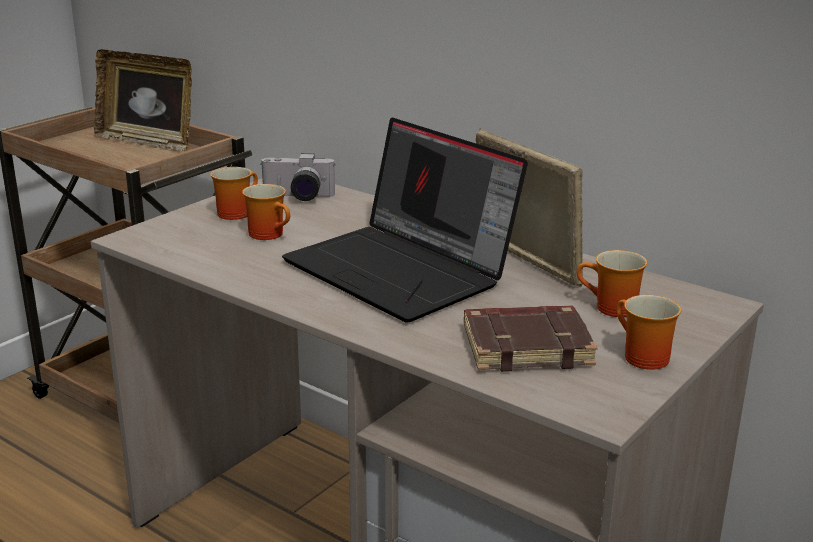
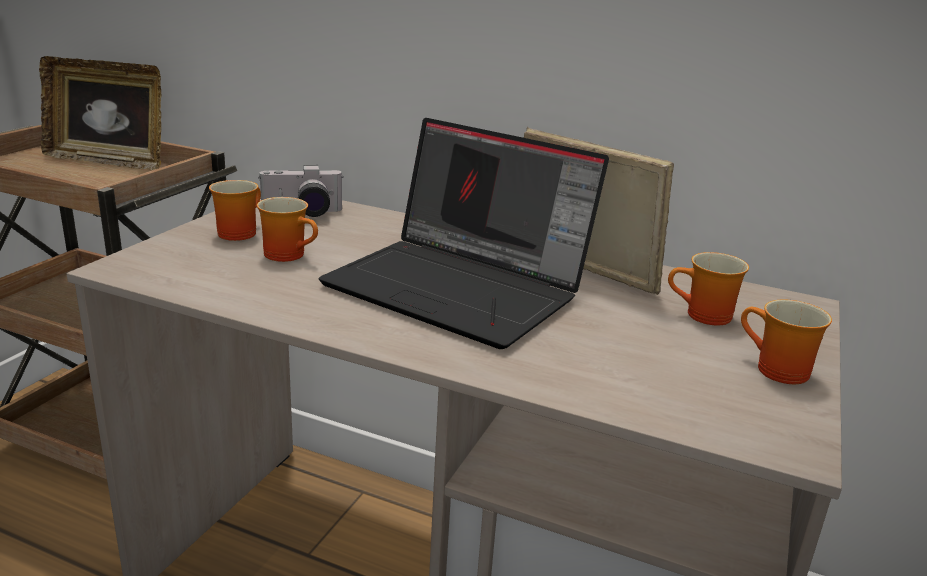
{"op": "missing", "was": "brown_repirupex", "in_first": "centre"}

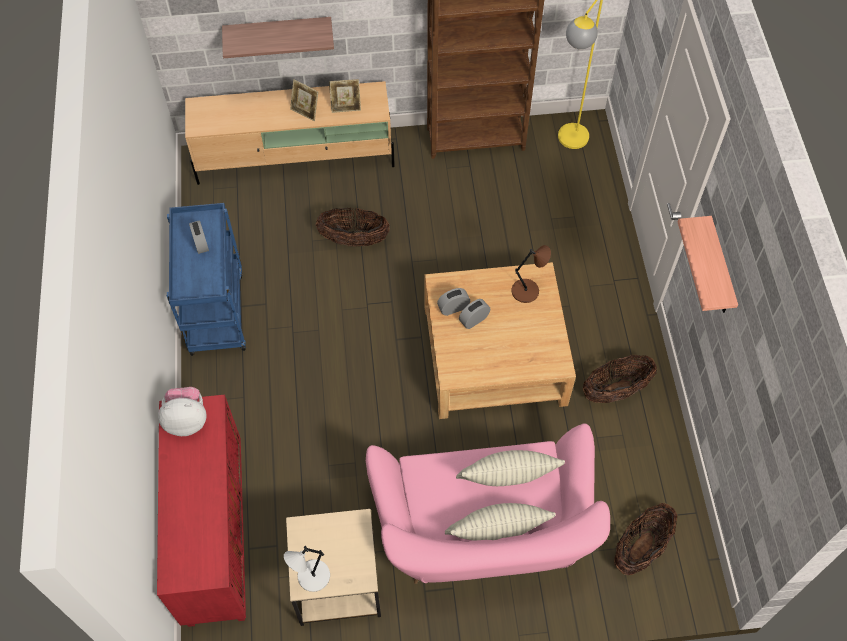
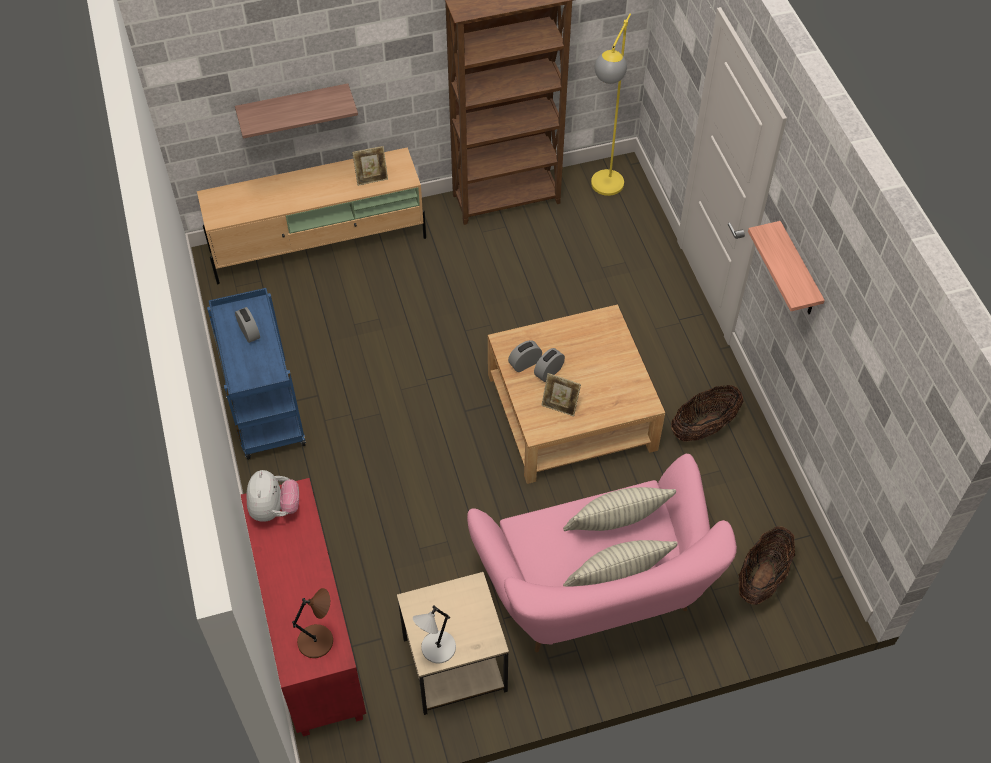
{"op": "spun", "was": "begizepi", "in_first": "middle left", "in_second": "middle left", "clockwise": 105}
{"op": "relocated", "was": "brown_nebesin", "in_first": "centre", "in_second": "bottom left"}
{"op": "relocated", "was": "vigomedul (no. 1 from left in the first image)", "now": "vigomedul (no. 2 from left)", "in_first": "top centre", "in_second": "centre"}
{"op": "missing", "was": "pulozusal (no. 1 from left)", "in_first": "centre"}

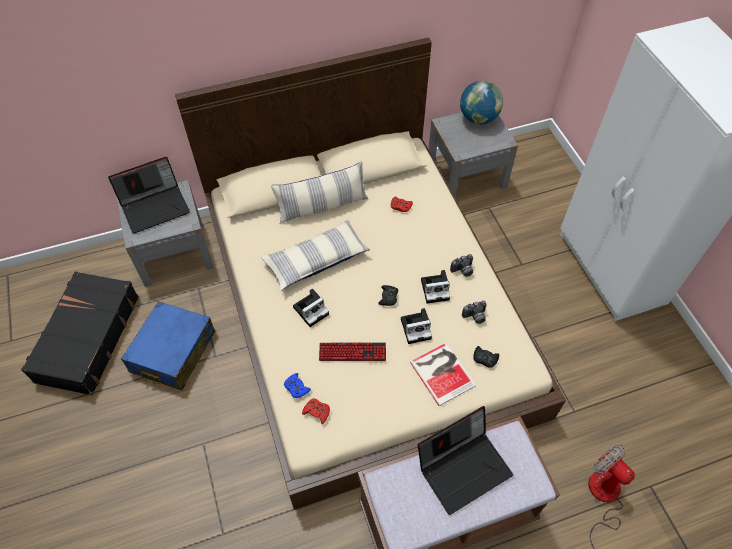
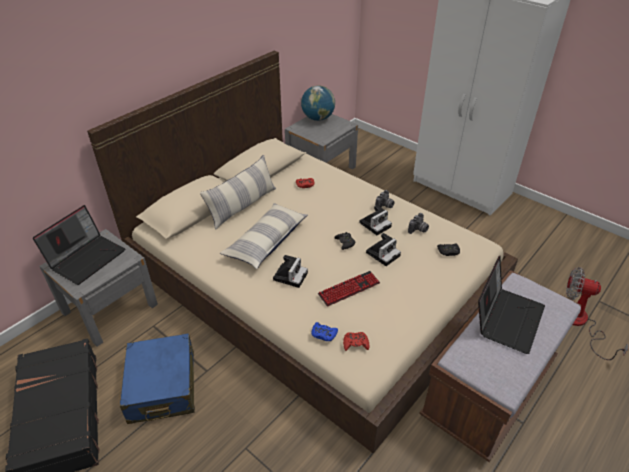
{"op": "missing", "was": "repirupex", "in_first": "bottom centre"}

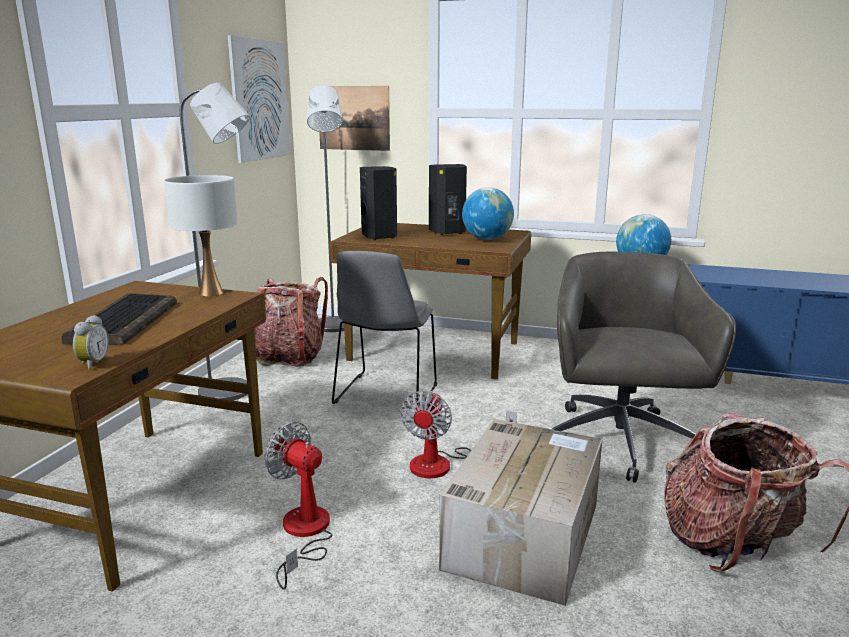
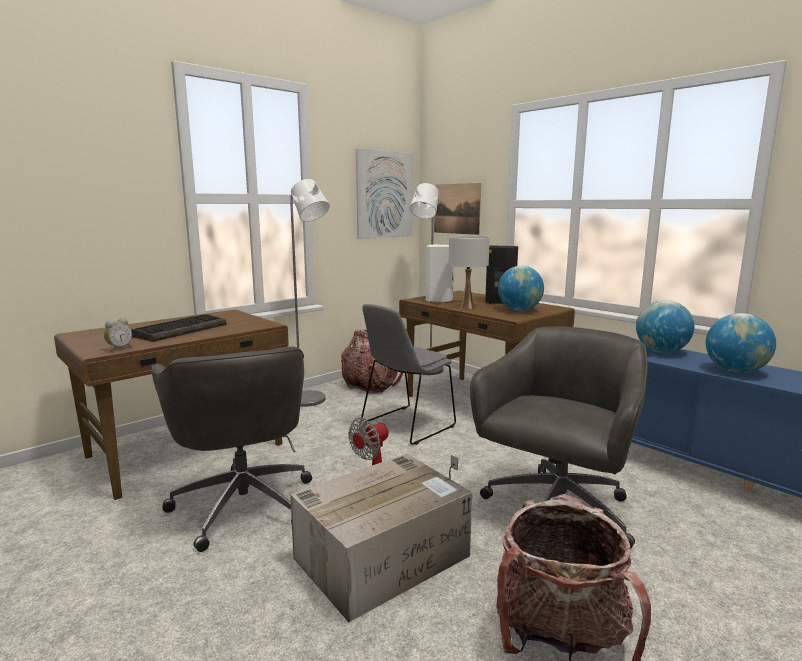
{"op": "exchanged", "was": "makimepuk (no. 1 from left)", "now": "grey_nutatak (no. 1 from left)", "in_first": "bottom centre", "in_second": "bottom left"}
{"op": "colour", "was": "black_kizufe (no. 1 from left)", "now": "white_kizufe", "in_first": "top centre", "in_second": "centre"}
{"op": "relocated", "was": "white_nebesin", "in_first": "middle left", "in_second": "centre"}
{"op": "appeared", "now": "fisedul (no. 3 from left)", "in_second": "middle right"}

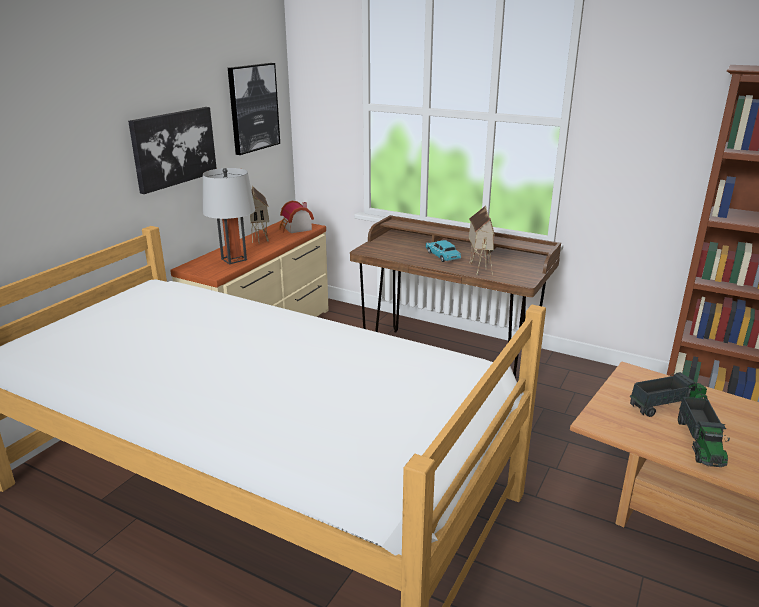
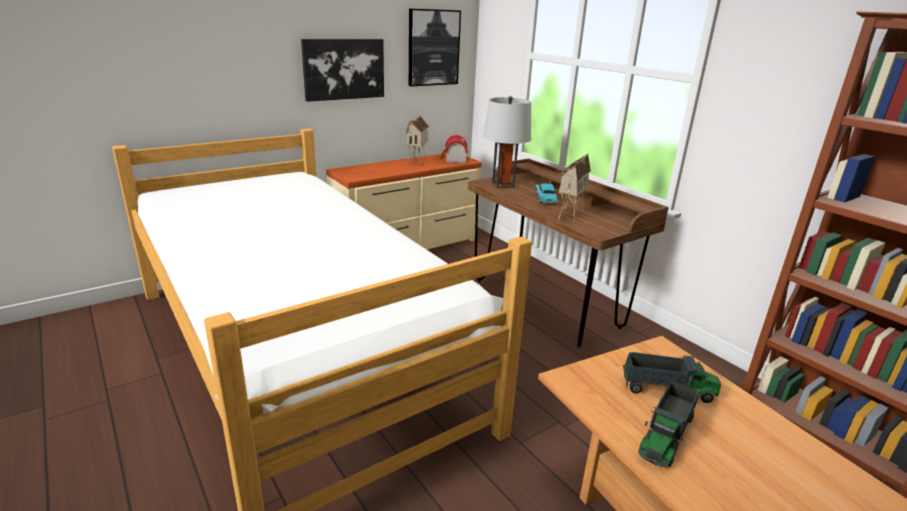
{"op": "relocated", "was": "grey_nebesin", "in_first": "middle left", "in_second": "top centre"}

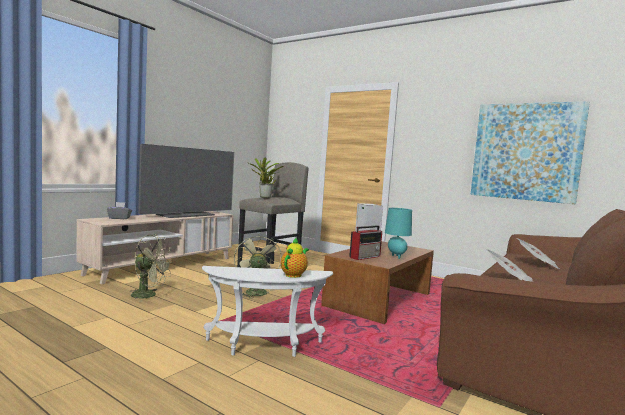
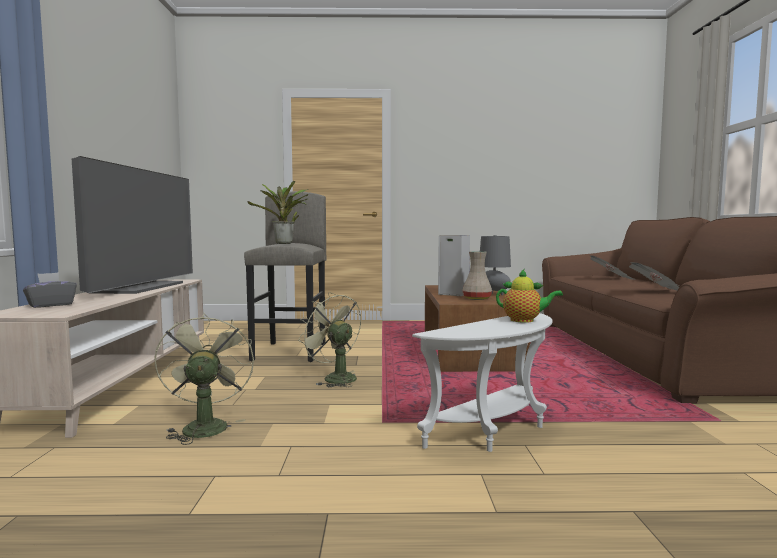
{"op": "spun", "was": "green_makimepuk (no. 1 from left)", "in_first": "middle left", "in_second": "bottom left", "clockwise": -75}
{"op": "exchanged", "was": "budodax", "now": "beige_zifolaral", "in_first": "centre", "in_second": "centre"}
{"op": "colour", "was": "turquoise_nebesin", "now": "grey_nebesin", "in_first": "centre", "in_second": "centre"}
{"op": "spun", "was": "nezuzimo", "in_first": "centre", "in_second": "middle right", "clockwise": 120}
{"op": "missing", "was": "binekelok", "in_first": "middle right"}

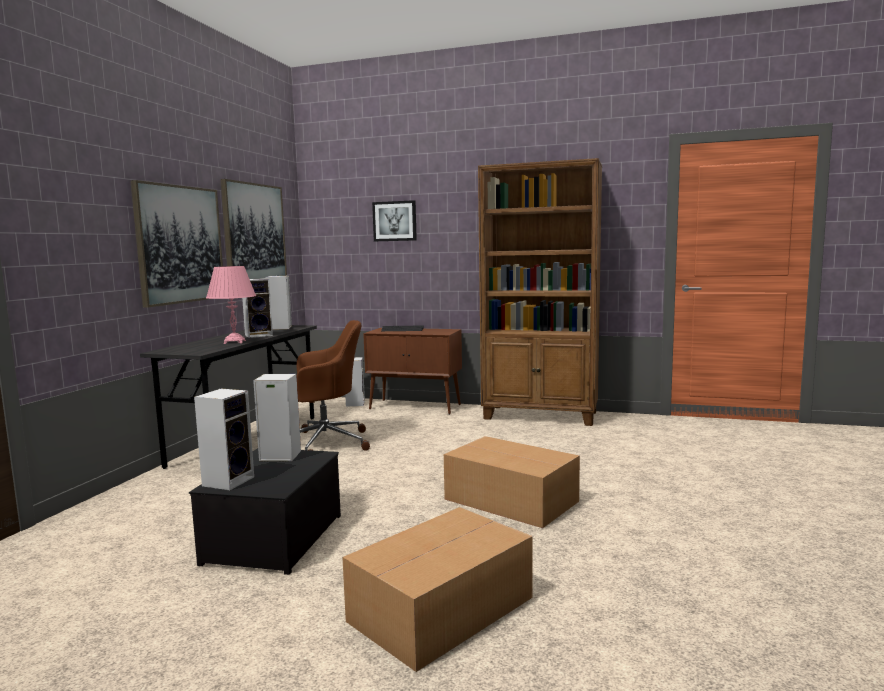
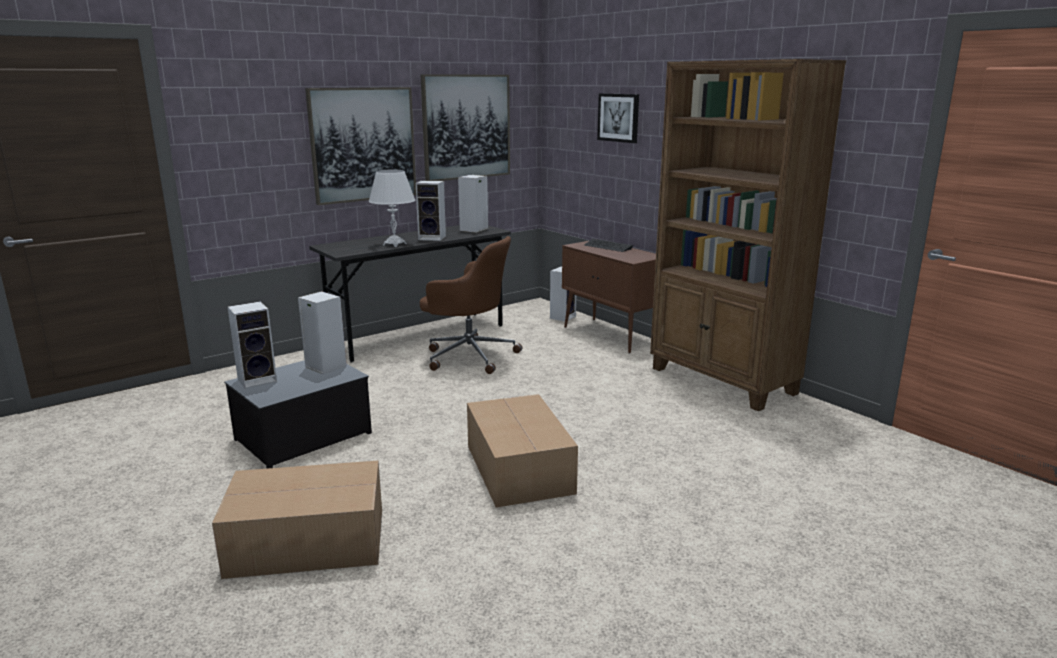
{"op": "colour", "was": "pink_nebesin", "now": "white_nebesin", "in_first": "middle left", "in_second": "top centre"}

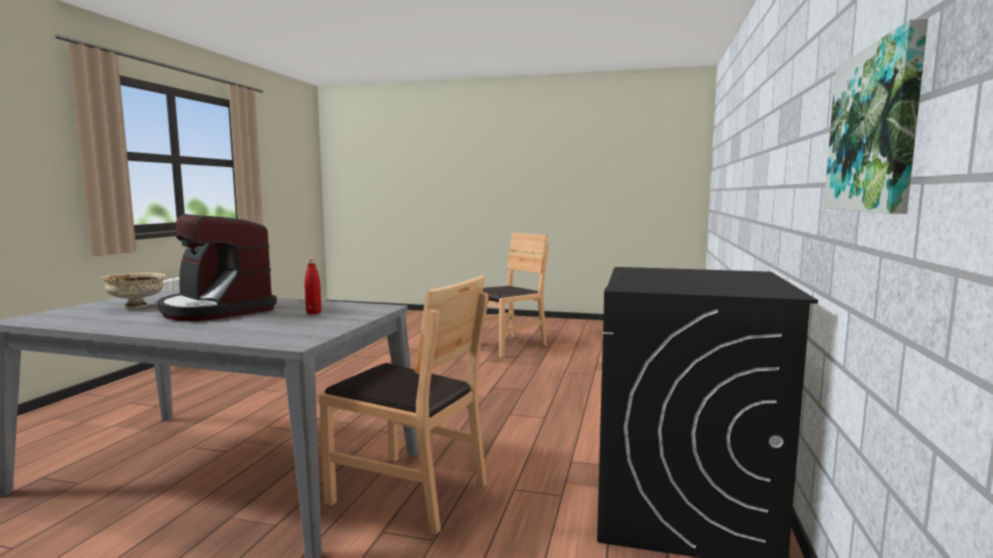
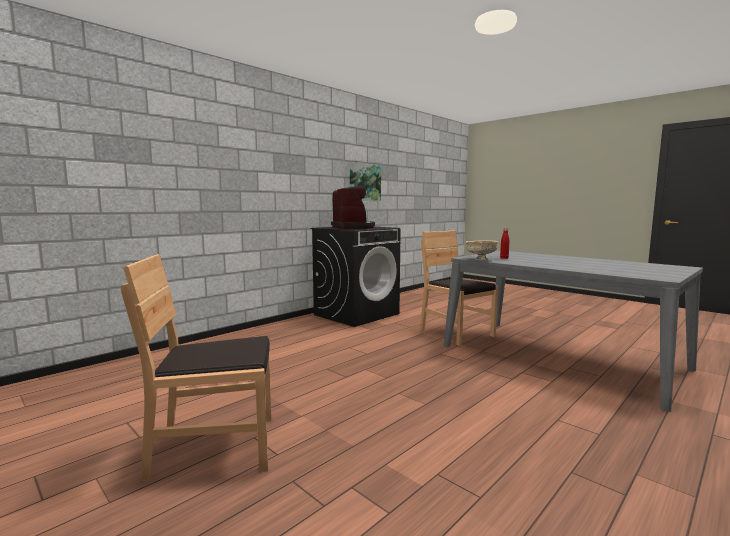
{"op": "relocated", "was": "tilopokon", "in_first": "middle left", "in_second": "centre"}
{"op": "relocated", "was": "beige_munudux", "in_first": "middle left", "in_second": "centre"}

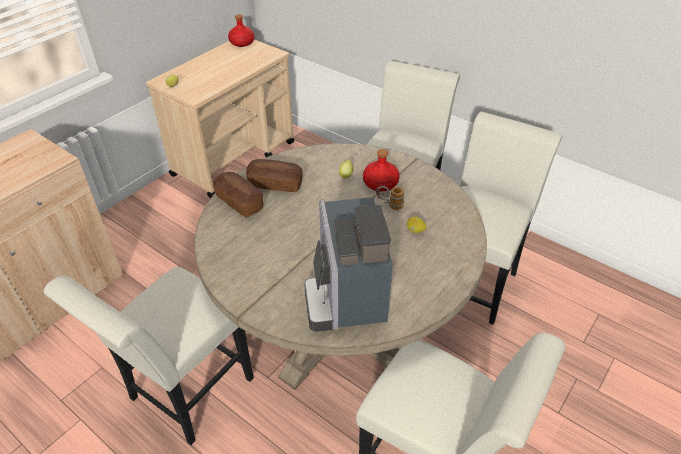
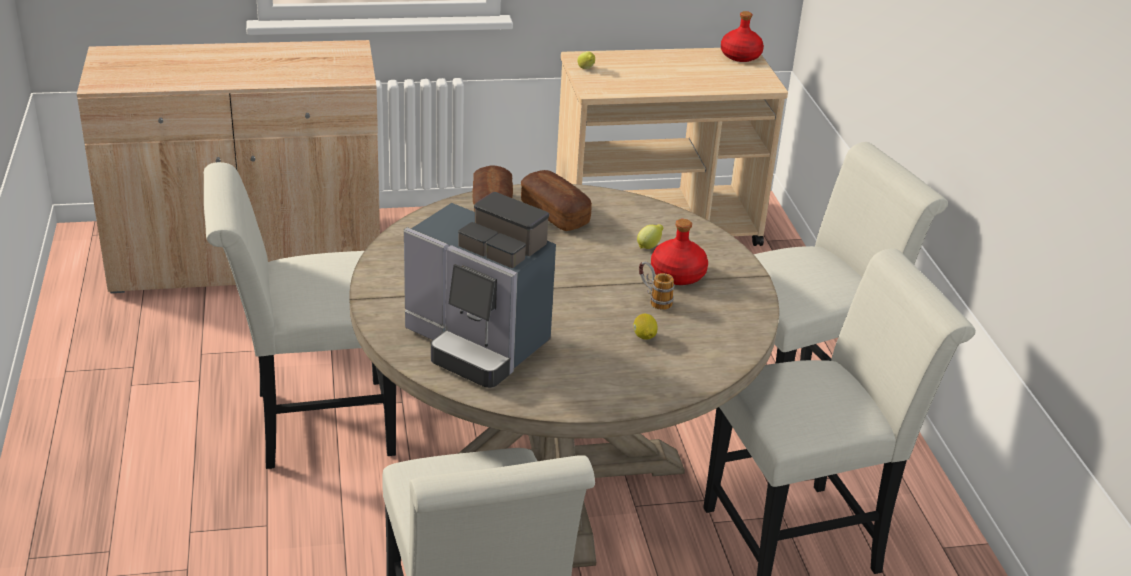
{"op": "spun", "was": "tilopokon", "in_first": "centre", "in_second": "centre", "clockwise": -90}

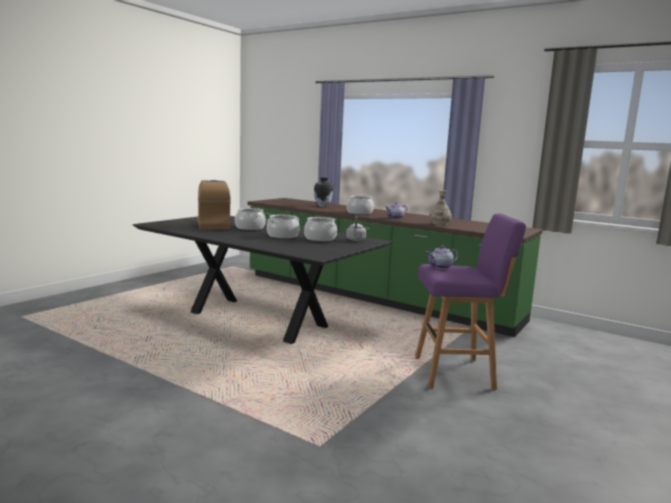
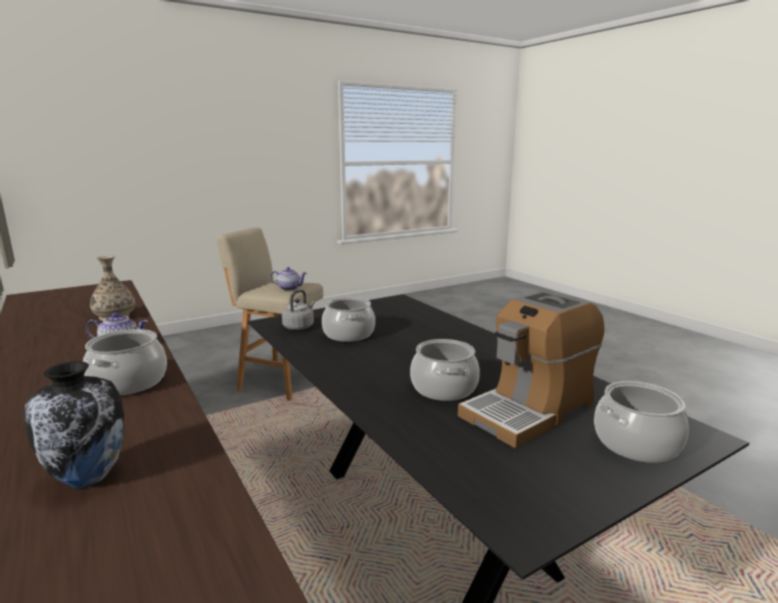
{"op": "colour", "was": "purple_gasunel", "now": "beige_gasunel", "in_first": "middle right", "in_second": "centre"}
{"op": "spun", "was": "tilopokon", "in_first": "middle left", "in_second": "middle right", "clockwise": 45}
{"op": "relocated", "was": "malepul (no. 2 from left in the first image)", "now": "malepul (no. 4 from left)", "in_first": "centre", "in_second": "bottom right"}

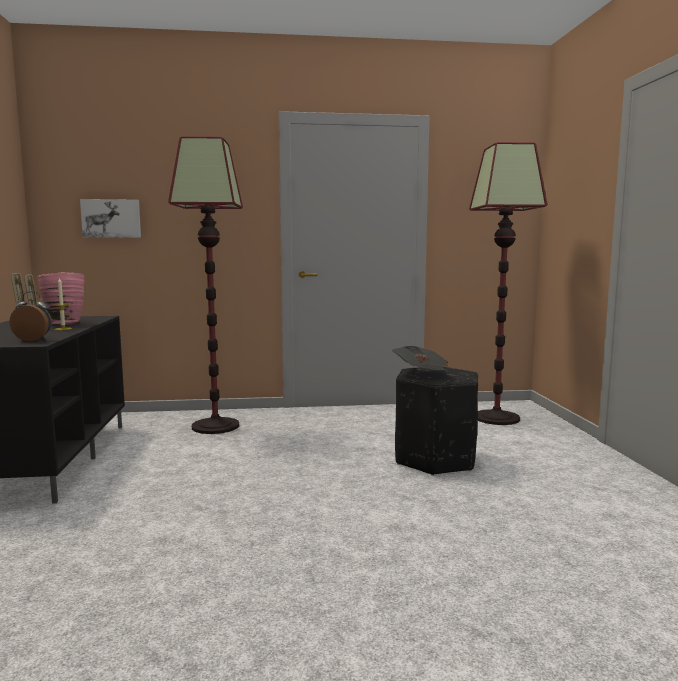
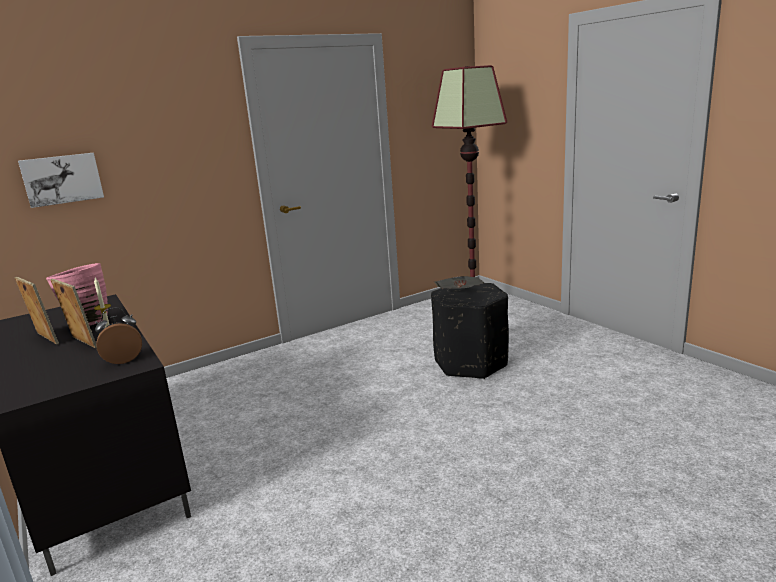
{"op": "missing", "was": "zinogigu (no. 1 from left)", "in_first": "middle left"}

